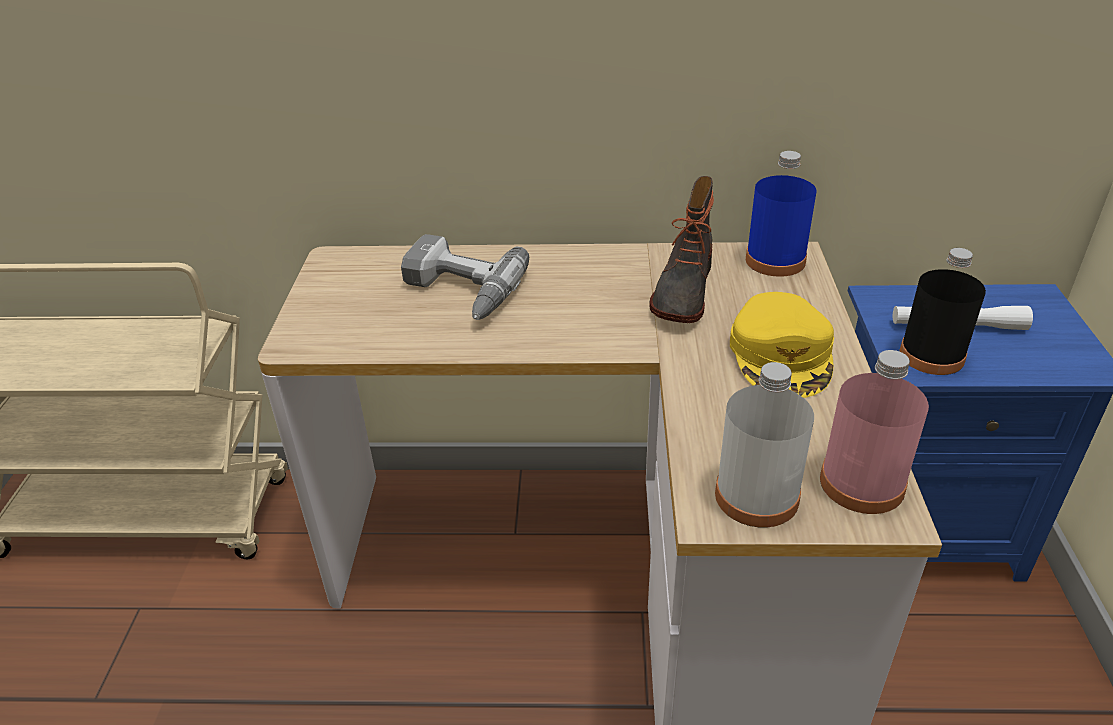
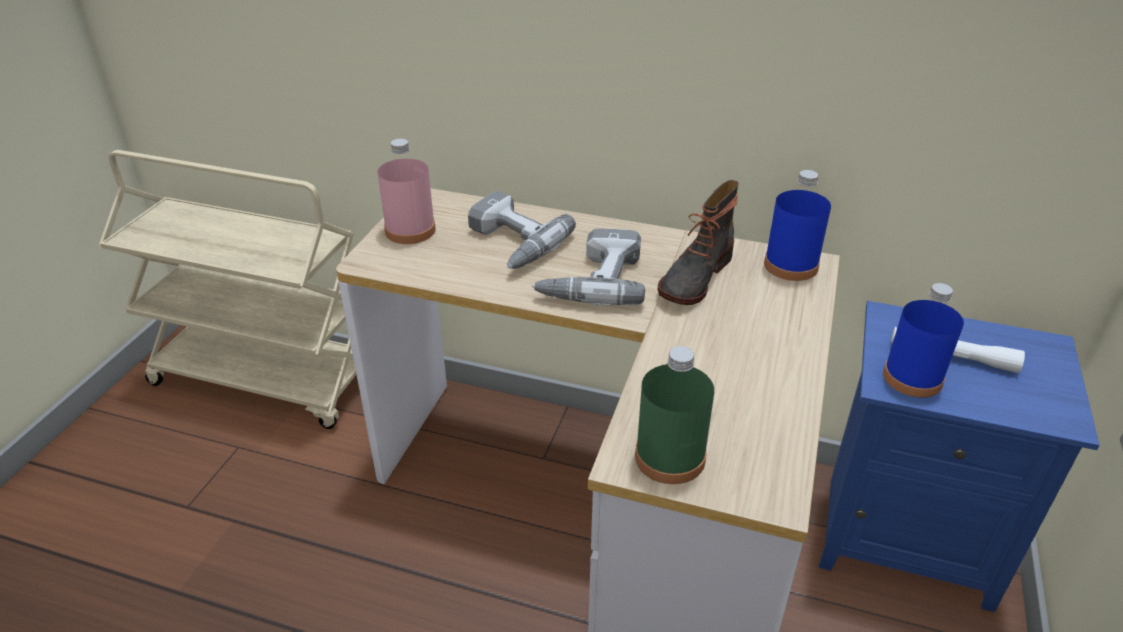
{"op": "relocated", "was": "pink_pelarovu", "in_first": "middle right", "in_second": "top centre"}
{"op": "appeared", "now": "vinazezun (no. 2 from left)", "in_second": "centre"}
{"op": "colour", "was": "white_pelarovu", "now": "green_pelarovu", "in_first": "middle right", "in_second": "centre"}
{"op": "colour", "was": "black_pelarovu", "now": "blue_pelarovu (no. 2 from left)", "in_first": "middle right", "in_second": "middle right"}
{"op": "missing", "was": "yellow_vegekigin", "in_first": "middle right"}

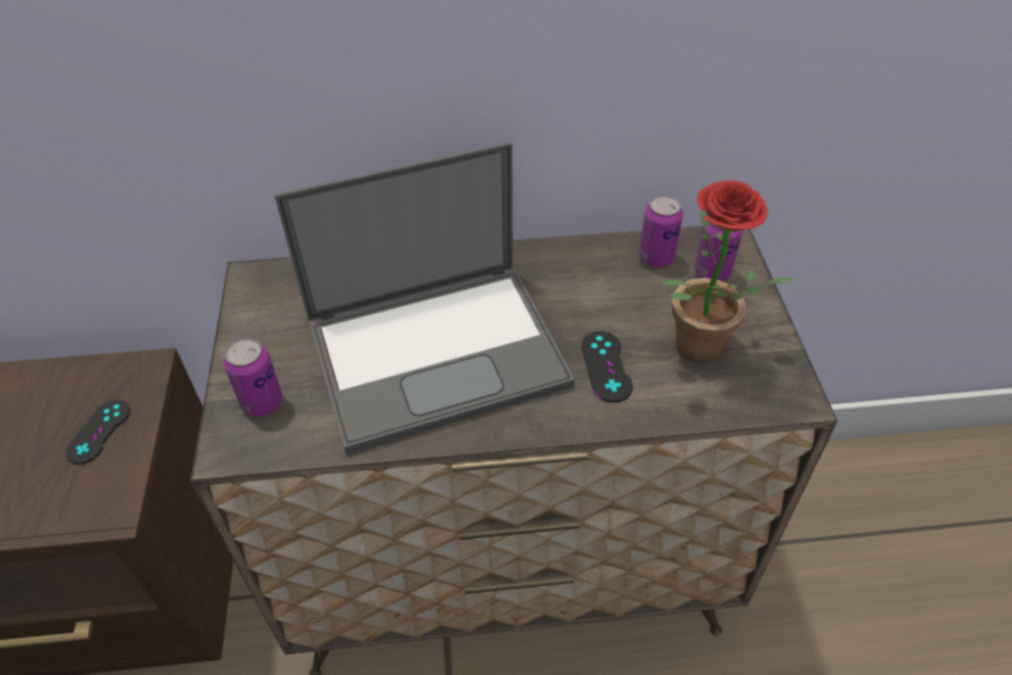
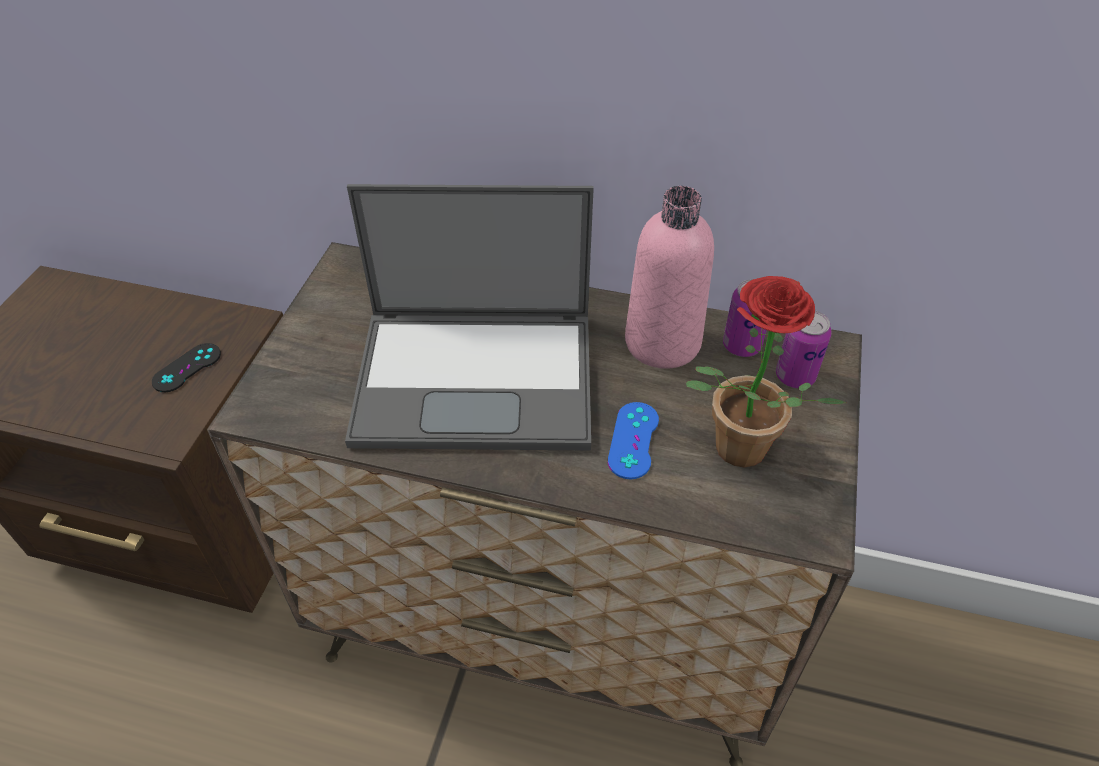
{"op": "colour", "was": "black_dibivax (no. 2 from left)", "now": "blue_dibivax", "in_first": "centre", "in_second": "centre"}
{"op": "appeared", "now": "pink_pelarovu", "in_second": "centre"}
{"op": "missing", "was": "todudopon (no. 1 from left)", "in_first": "middle left"}

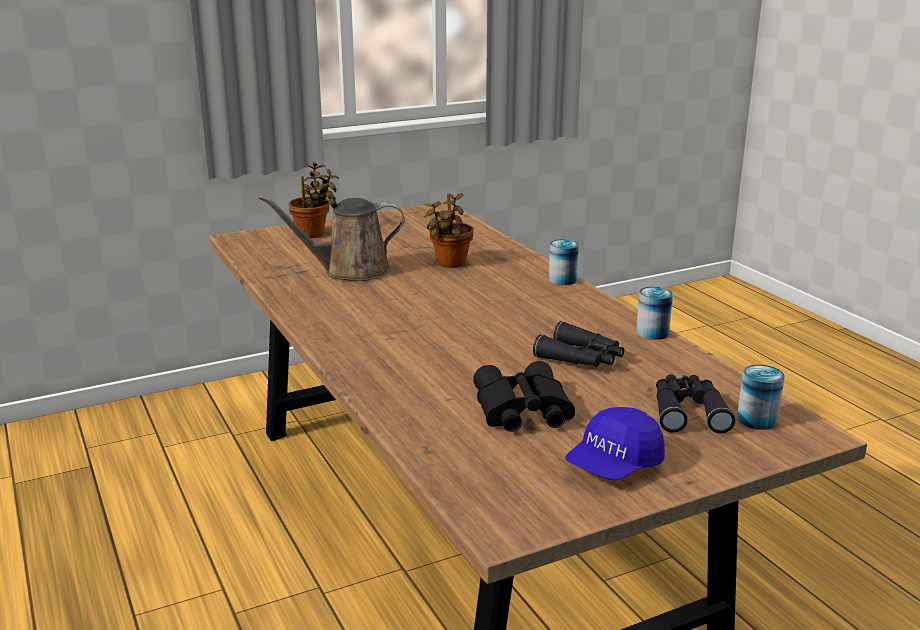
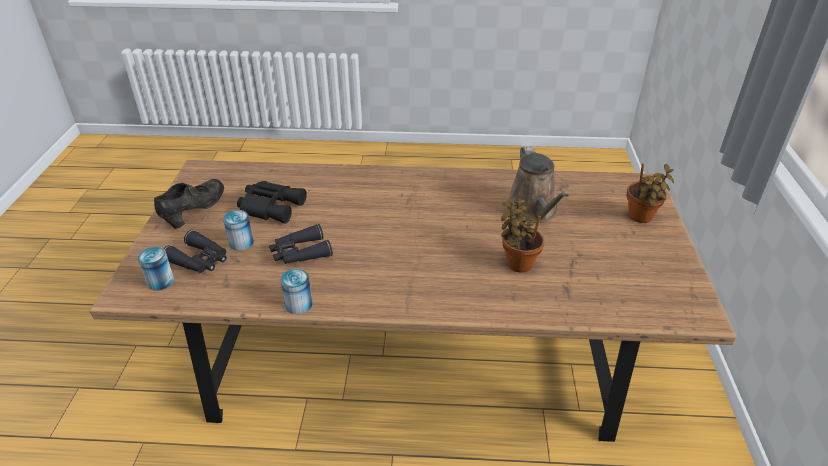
{"op": "exchanged", "was": "blue_vegekigin", "now": "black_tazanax", "in_first": "bottom right", "in_second": "middle left"}
{"op": "relocated", "was": "todudopon (no. 1 from left in the first image)", "now": "todudopon (no. 2 from left)", "in_first": "centre", "in_second": "middle left"}
{"op": "spun", "was": "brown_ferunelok", "in_first": "centre", "in_second": "centre", "clockwise": 150}

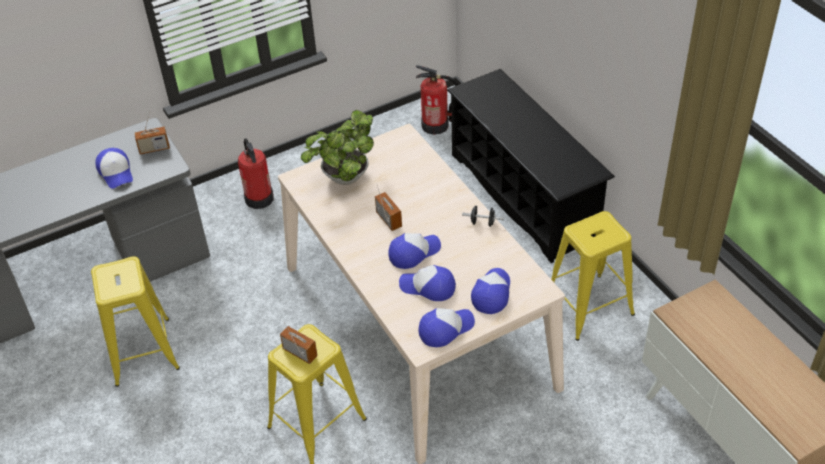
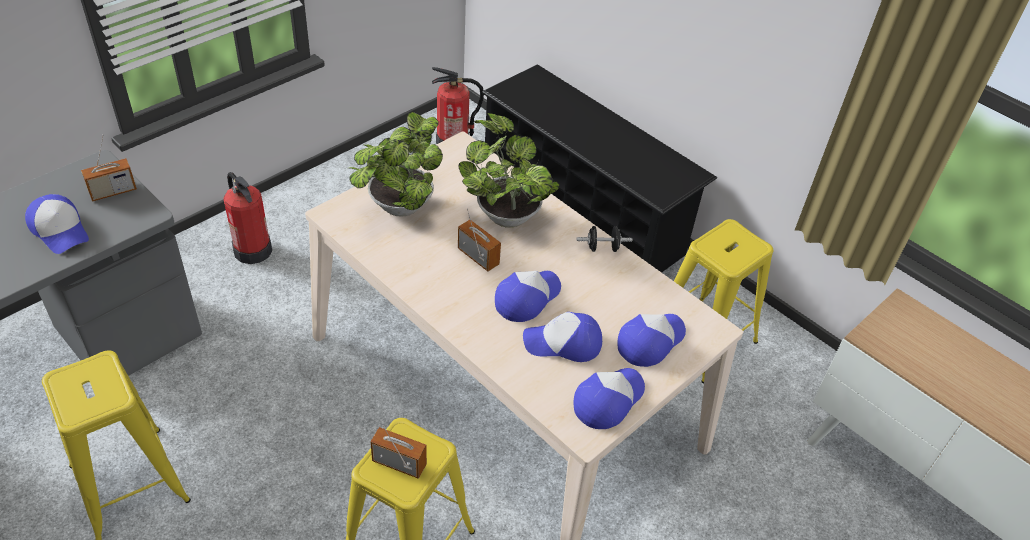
{"op": "appeared", "now": "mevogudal (no. 2 from left)", "in_second": "top centre"}
{"op": "spun", "was": "vegekigin (no. 5 from left)", "in_first": "centre", "in_second": "centre", "clockwise": 45}

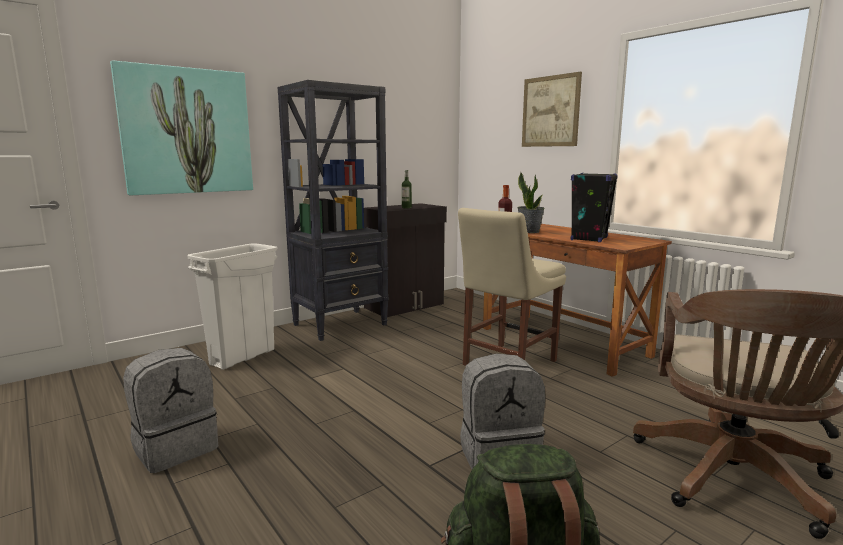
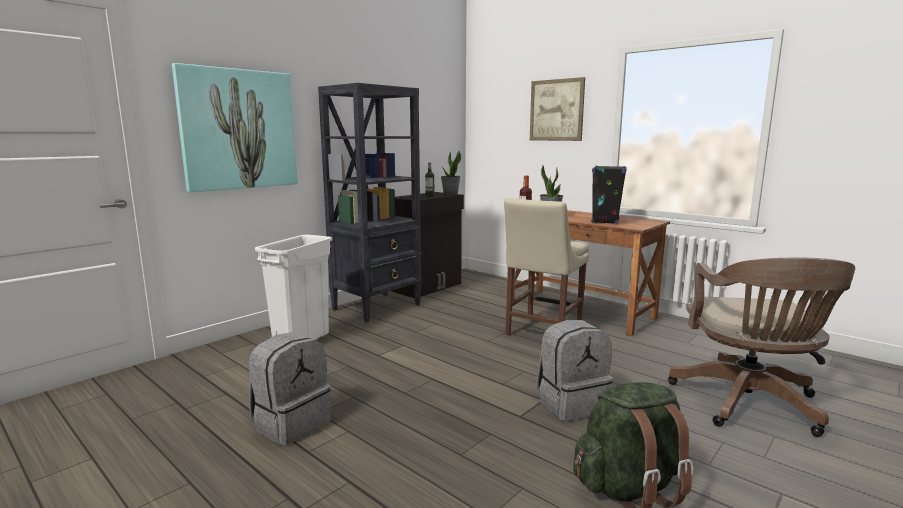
{"op": "appeared", "now": "mevogudal (no. 1 from left)", "in_second": "centre"}

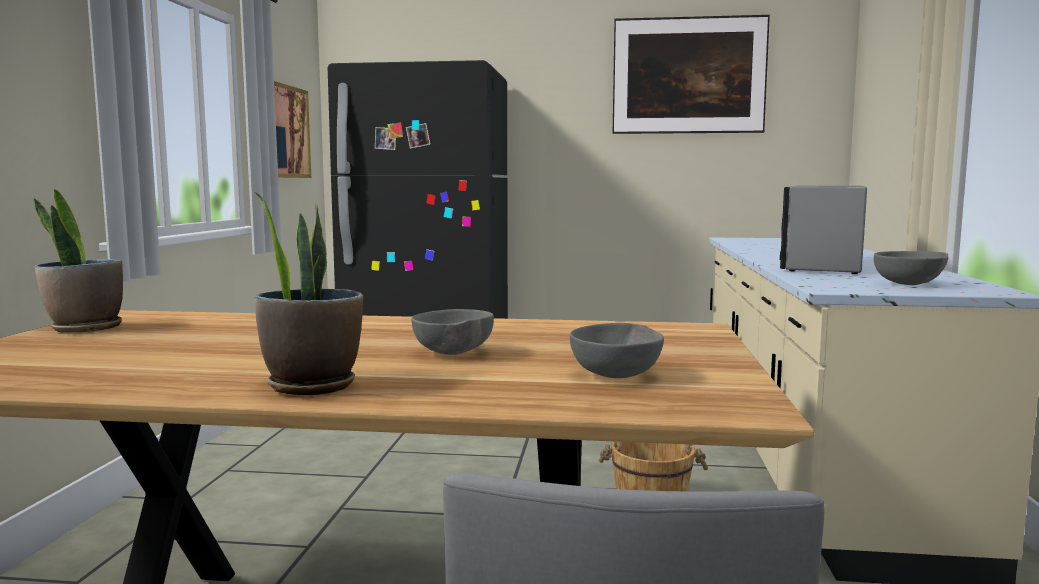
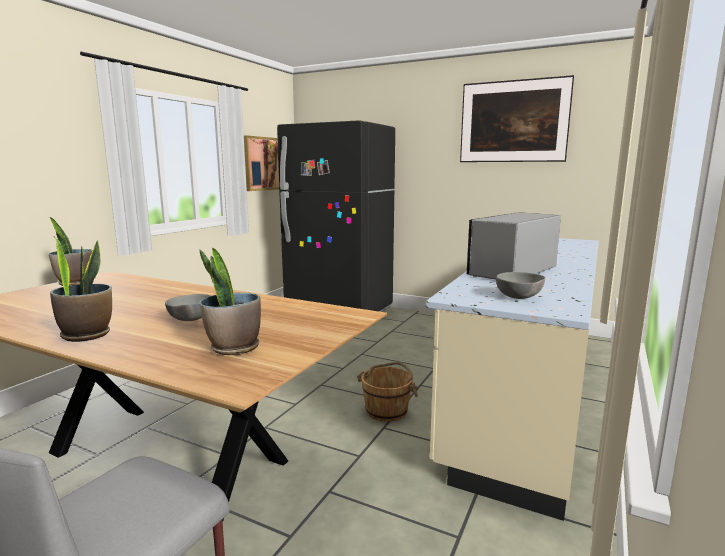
{"op": "exchanged", "was": "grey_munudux (no. 2 from left)", "now": "mevogudal (no. 3 from left)", "in_first": "centre", "in_second": "middle left"}

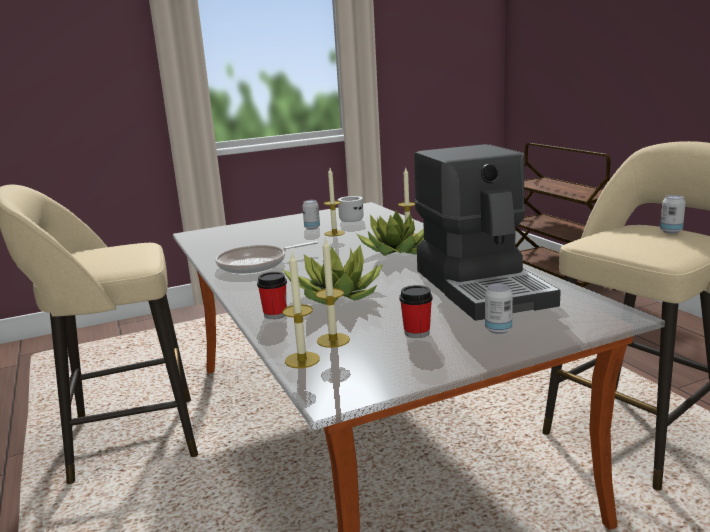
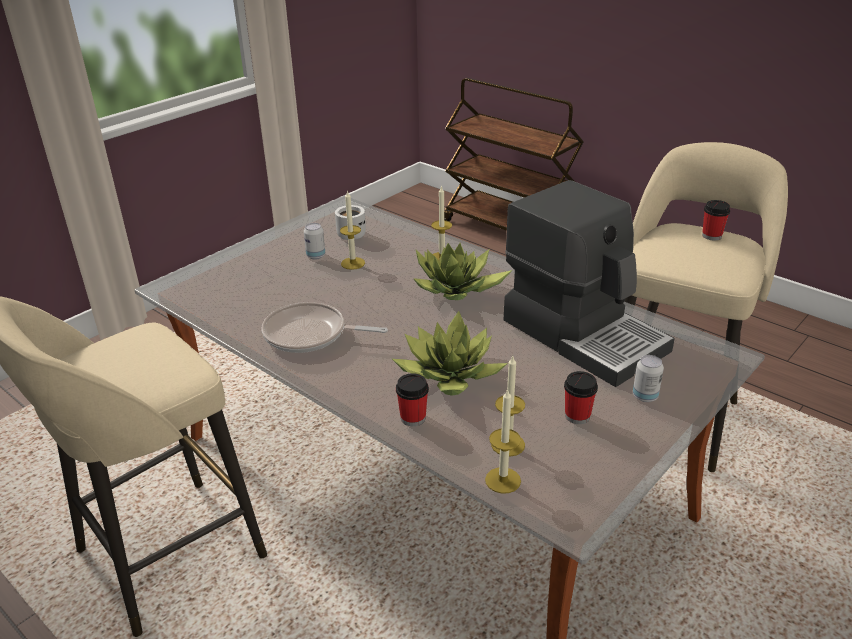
{"op": "spun", "was": "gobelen", "in_first": "centre", "in_second": "centre", "clockwise": 60}
{"op": "exchanged", "was": "todudopon (no. 3 from left)", "now": "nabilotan (no. 3 from left)", "in_first": "middle right", "in_second": "middle right"}

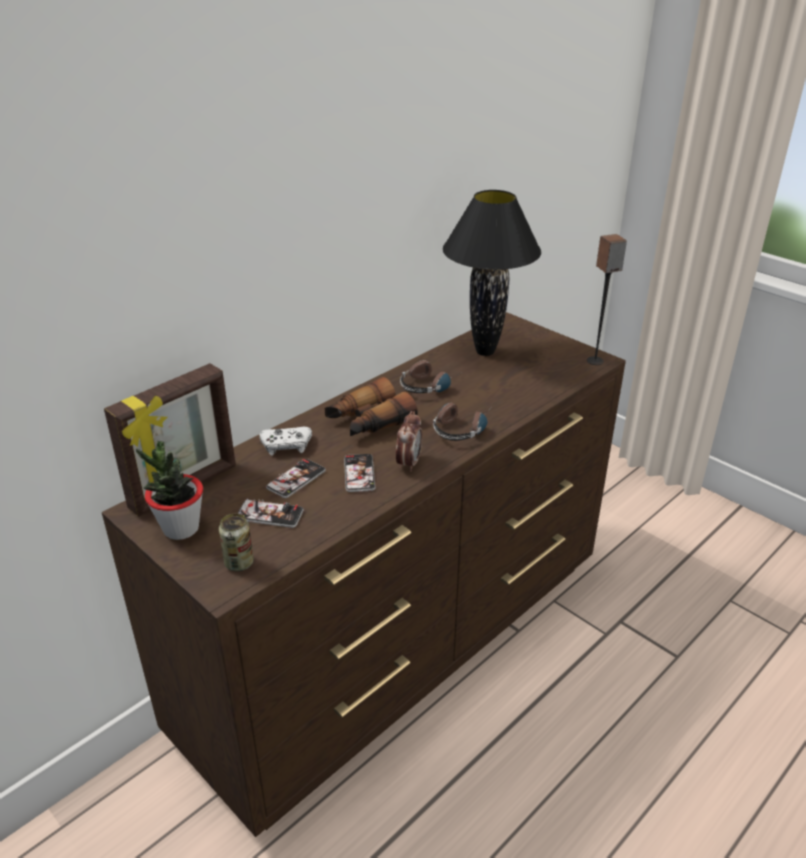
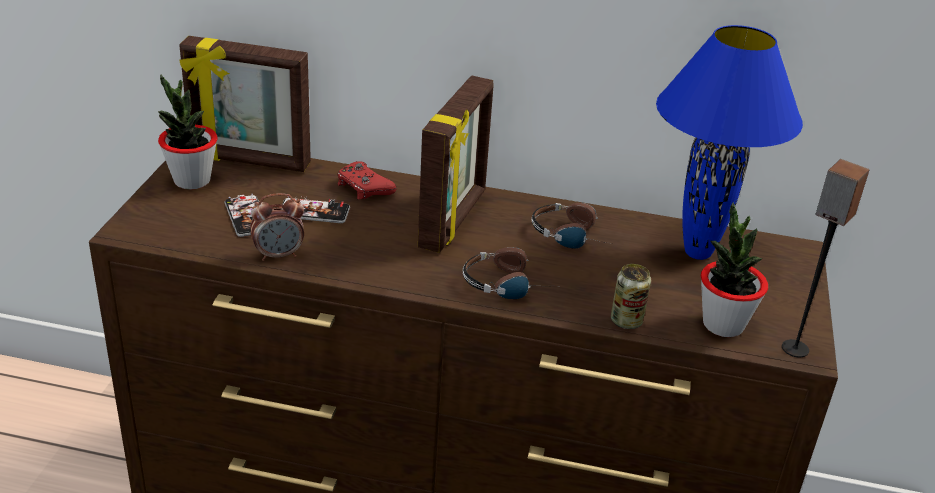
{"op": "relocated", "was": "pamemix", "in_first": "centre", "in_second": "middle left"}
{"op": "colour", "was": "white_dibivax", "now": "red_dibivax", "in_first": "centre", "in_second": "centre"}
{"op": "exchanged", "was": "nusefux", "now": "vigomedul (no. 2 from left)", "in_first": "centre", "in_second": "top centre"}
{"op": "relocated", "was": "todudopon", "in_first": "middle left", "in_second": "middle right"}
{"op": "colour", "was": "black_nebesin", "now": "blue_nebesin", "in_first": "top centre", "in_second": "top right"}
{"op": "appeared", "now": "mevogudal (no. 2 from left)", "in_second": "middle right"}
{"op": "missing", "was": "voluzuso (no. 3 from left)", "in_first": "centre"}

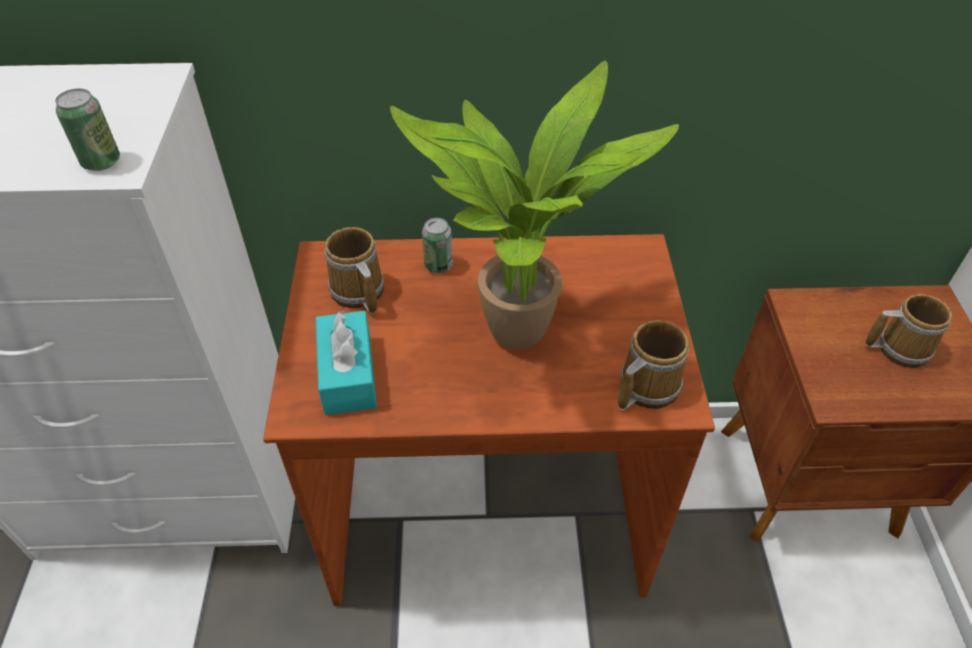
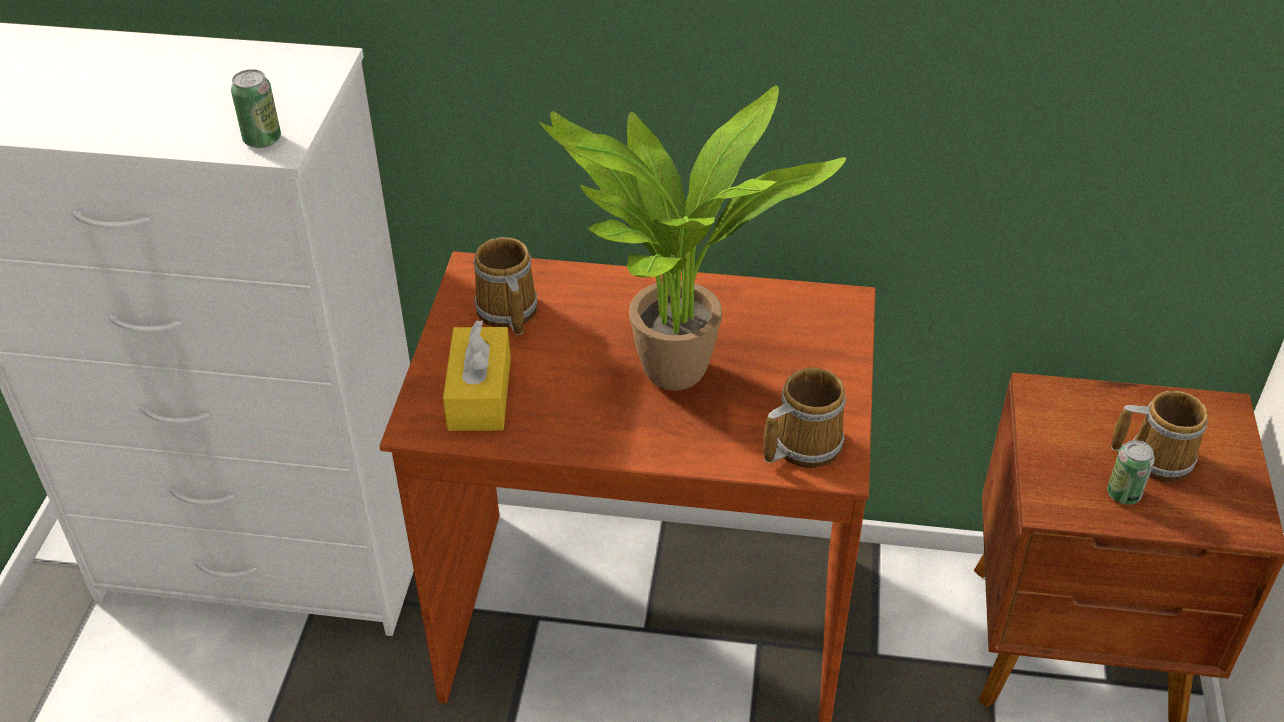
{"op": "colour", "was": "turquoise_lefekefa", "now": "yellow_lefekefa", "in_first": "centre", "in_second": "centre"}
{"op": "relocated", "was": "todudopon (no. 2 from left)", "in_first": "centre", "in_second": "middle right"}

